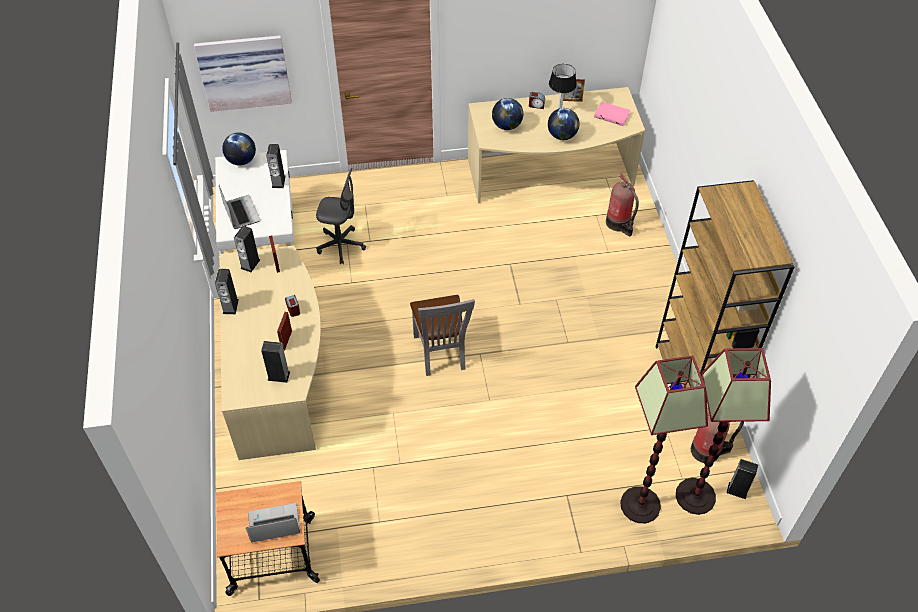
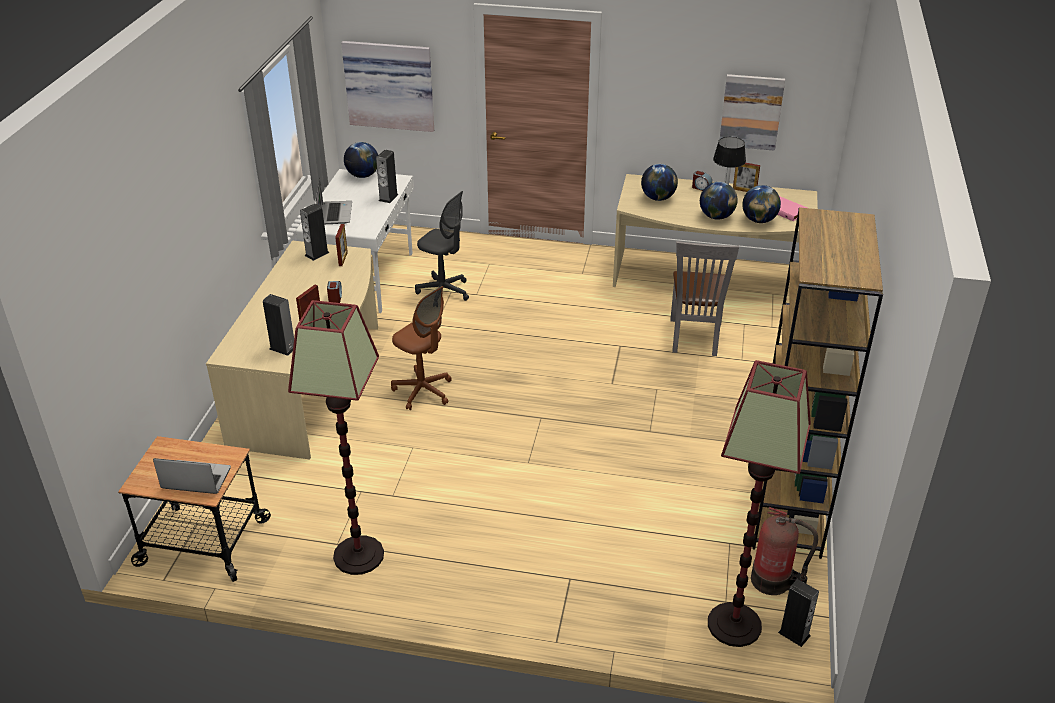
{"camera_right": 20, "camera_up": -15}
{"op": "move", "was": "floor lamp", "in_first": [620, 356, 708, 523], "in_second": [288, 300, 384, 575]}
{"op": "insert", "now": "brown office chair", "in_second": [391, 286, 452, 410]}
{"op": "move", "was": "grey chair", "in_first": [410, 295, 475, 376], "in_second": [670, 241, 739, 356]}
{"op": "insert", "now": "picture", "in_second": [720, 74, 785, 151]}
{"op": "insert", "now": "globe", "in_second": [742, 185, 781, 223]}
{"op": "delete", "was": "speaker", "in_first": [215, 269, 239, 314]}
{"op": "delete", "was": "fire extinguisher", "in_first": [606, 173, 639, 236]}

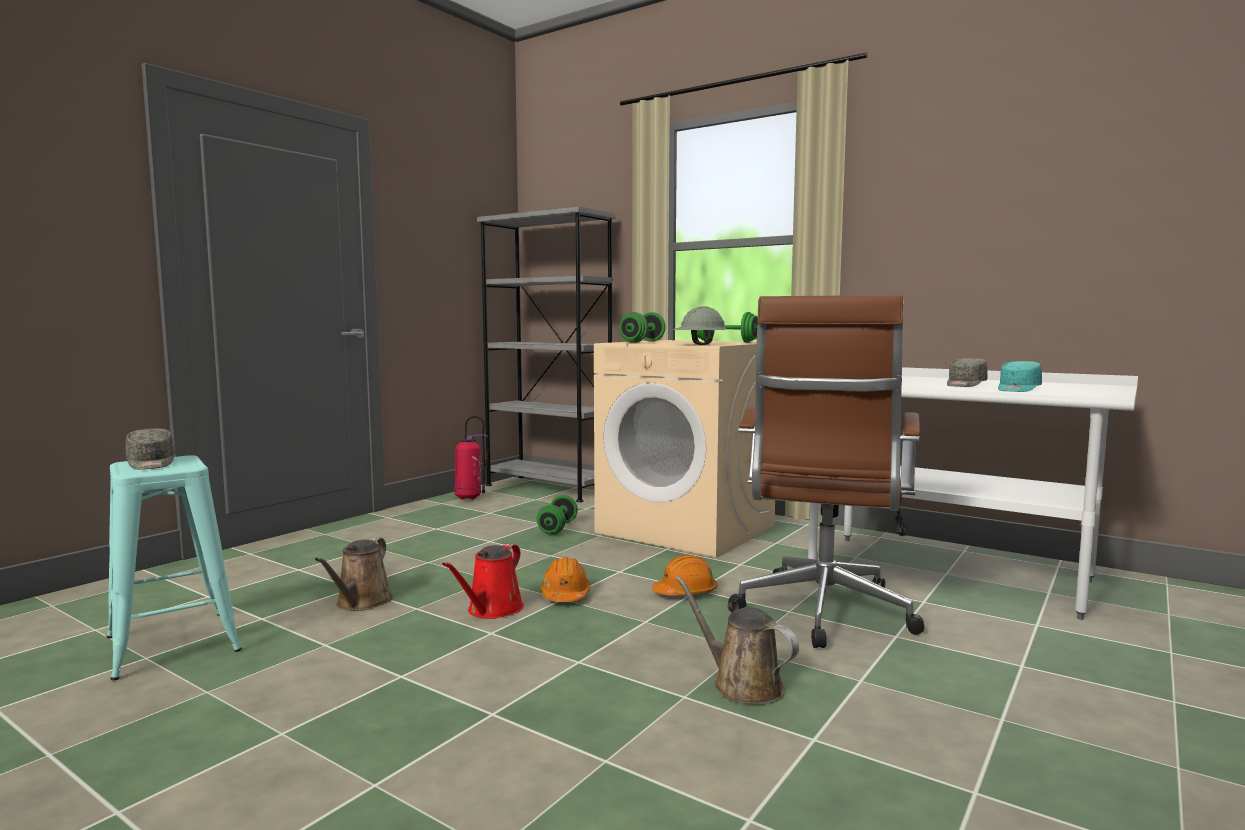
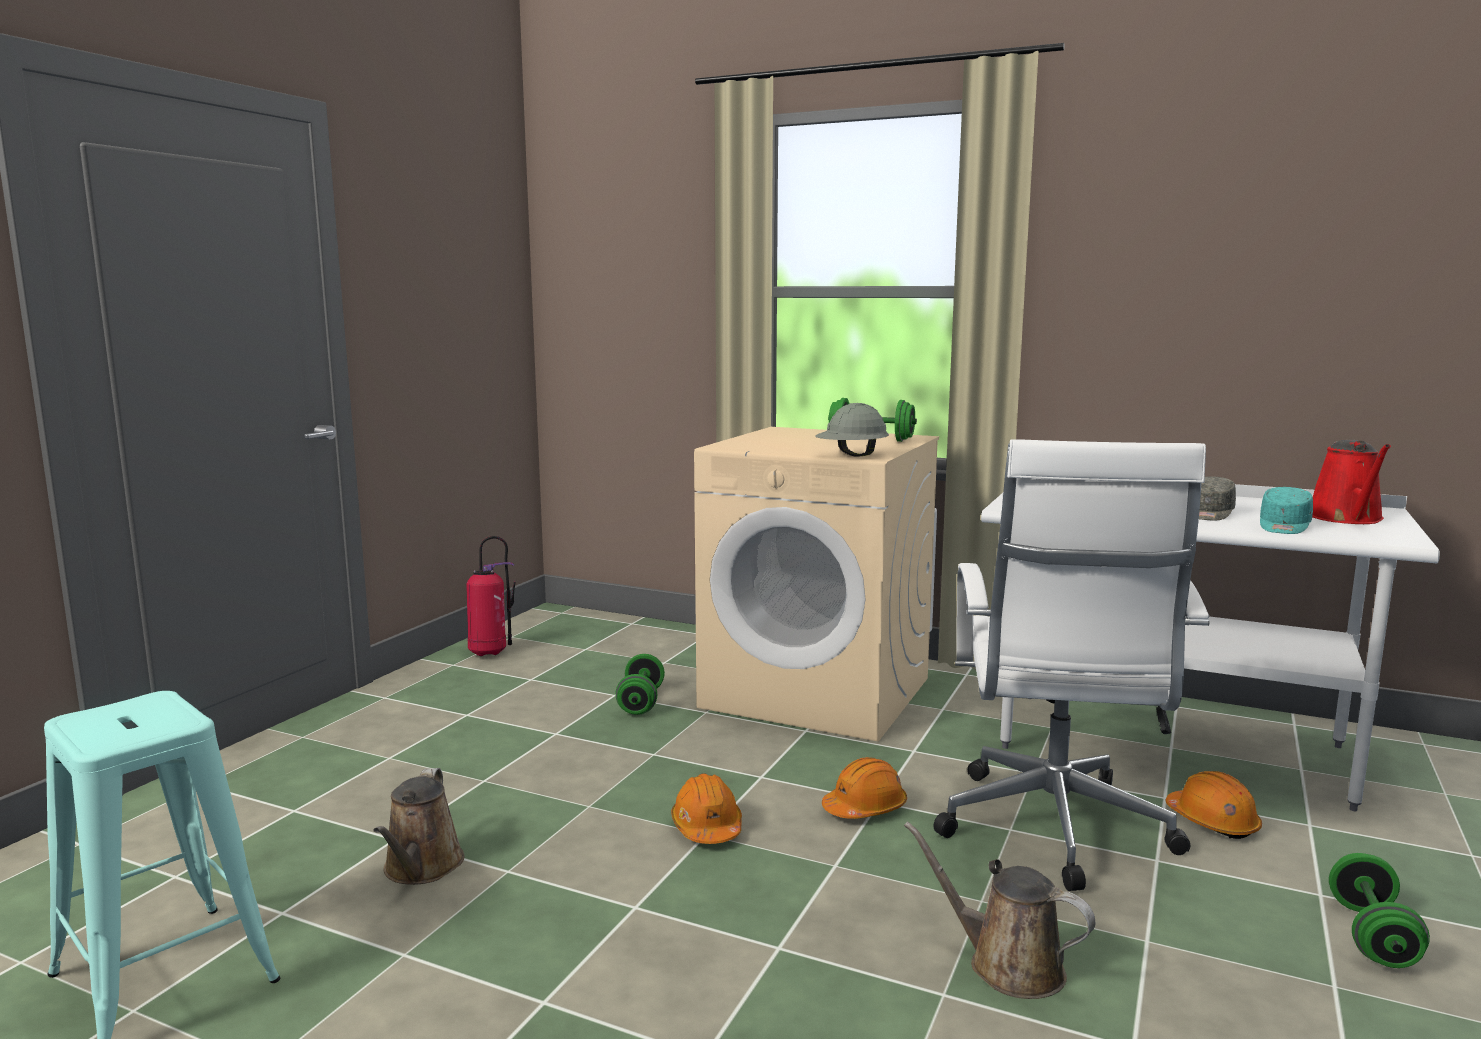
{"camera_right": -10, "camera_up": 5}
{"op": "recolor", "was": "brown office chair", "now": "white office chair", "in_first": [728, 295, 924, 648], "in_second": [934, 439, 1209, 891]}
{"op": "insert", "now": "orange hard hat", "in_second": [1165, 771, 1262, 839]}
{"op": "move", "was": "red watering can", "in_first": [442, 544, 524, 619], "in_second": [1312, 440, 1391, 524]}
{"op": "move", "was": "green dumbbell", "in_first": [619, 312, 665, 343], "in_second": [1329, 853, 1430, 968]}
{"op": "delete", "was": "grey cap", "in_first": [125, 428, 175, 470]}
{"op": "delete", "was": "grey bookcase", "in_first": [477, 206, 616, 502]}

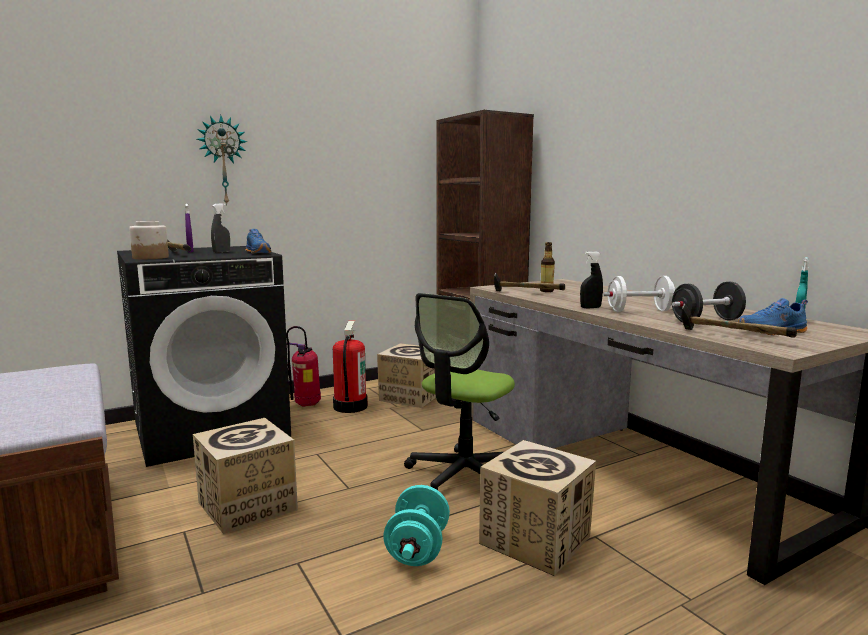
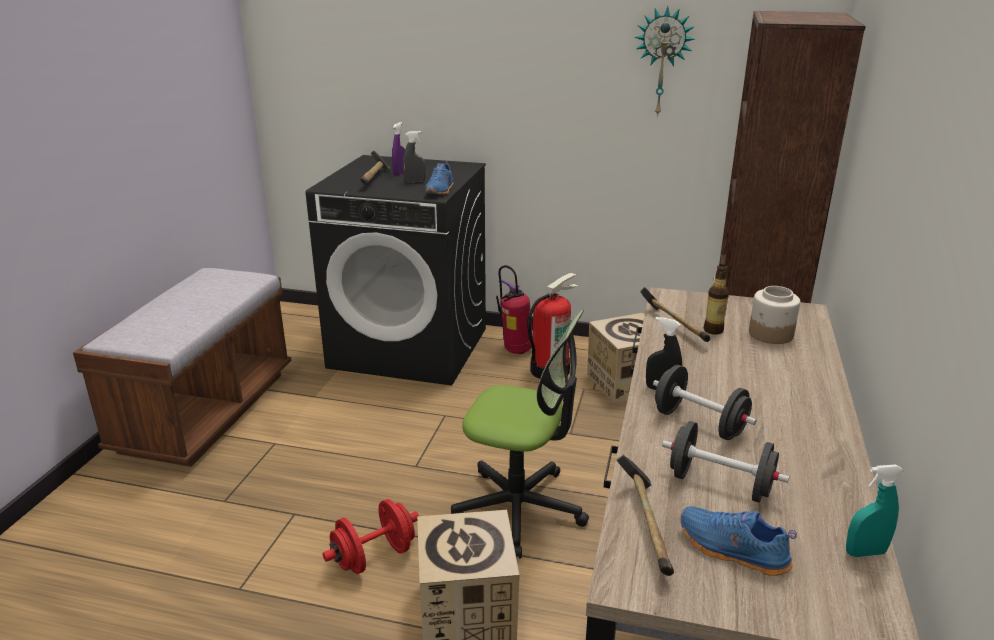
{"camera_right": 45, "camera_up": 15}
{"op": "recolor", "was": "turquoise dumbbell", "now": "red dumbbell", "in_first": [384, 485, 450, 566], "in_second": [323, 499, 419, 574]}
{"op": "rotate", "was": "office chair", "in_first": [404, 293, 515, 490], "in_second": [451, 310, 589, 558], "clockwise": -150}
{"op": "move", "was": "wall clock", "in_first": [197, 115, 247, 205], "in_second": [634, 6, 695, 117]}
{"op": "recolor", "was": "white dumbbell", "now": "black dumbbell", "in_first": [603, 276, 675, 312], "in_second": [653, 365, 757, 440]}
{"op": "move", "was": "jar", "in_first": [129, 221, 169, 259], "in_second": [749, 286, 800, 344]}
{"op": "delete", "was": "cardboard box", "in_first": [193, 418, 298, 534]}

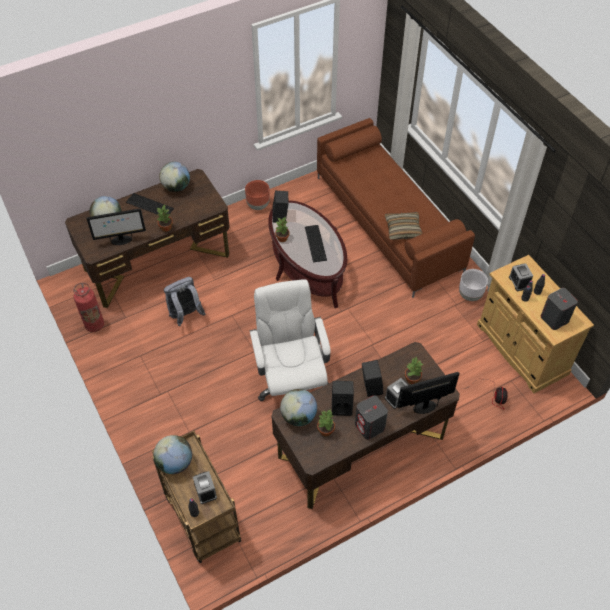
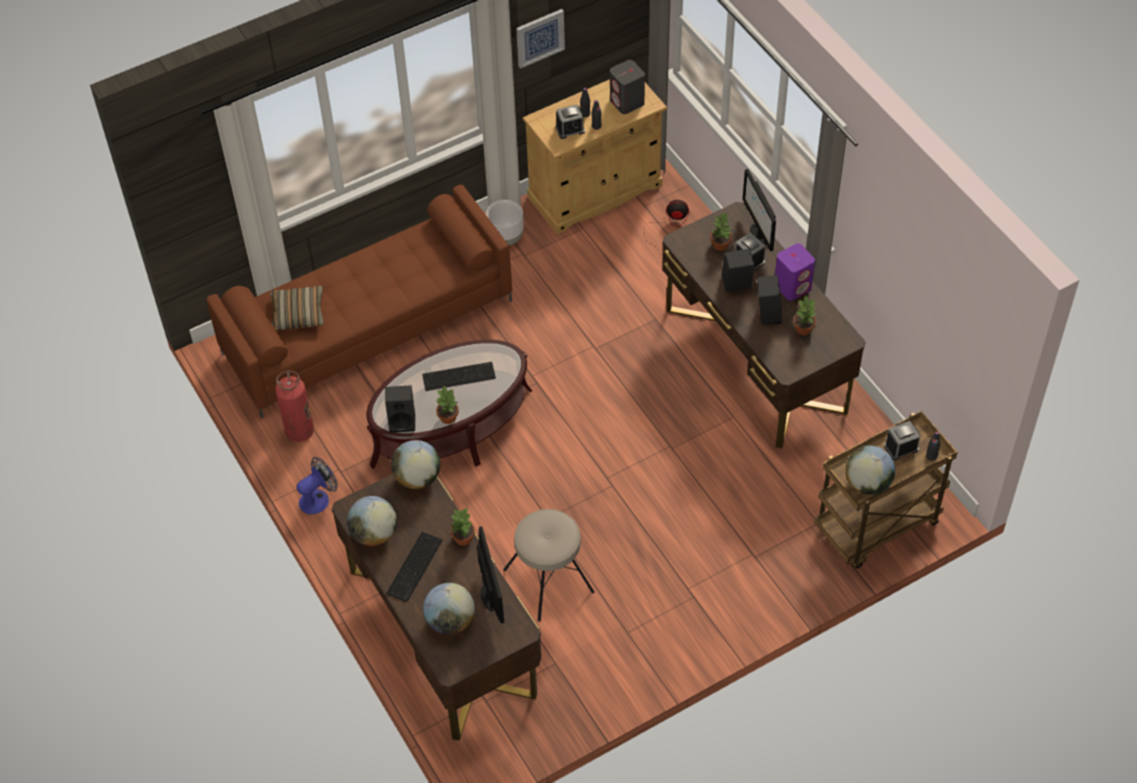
{"camera_right": -90, "camera_up": 0}
{"op": "move", "was": "pillow", "in_first": [385, 212, 423, 240], "in_second": [270, 286, 324, 330]}
{"op": "move", "was": "fire extinguisher", "in_first": [73, 283, 104, 332], "in_second": [275, 370, 314, 442]}
{"op": "replace", "was": "brown planter", "now": "fan", "in_first": [245, 180, 270, 210], "in_second": [296, 457, 338, 514]}
{"op": "move", "was": "globe", "in_first": [280, 389, 317, 426], "in_second": [391, 440, 440, 489]}
{"op": "replace", "was": "grey backpack", "now": "beige stool", "in_first": [164, 277, 206, 326], "in_second": [504, 509, 595, 622]}
{"op": "insert", "now": "picture", "in_second": [516, 9, 565, 69]}
{"op": "recolor", "was": "grey speaker", "now": "purple speaker", "in_first": [355, 395, 388, 440], "in_second": [775, 243, 815, 301]}
{"op": "delete", "was": "white office chair", "in_first": [250, 279, 331, 401]}

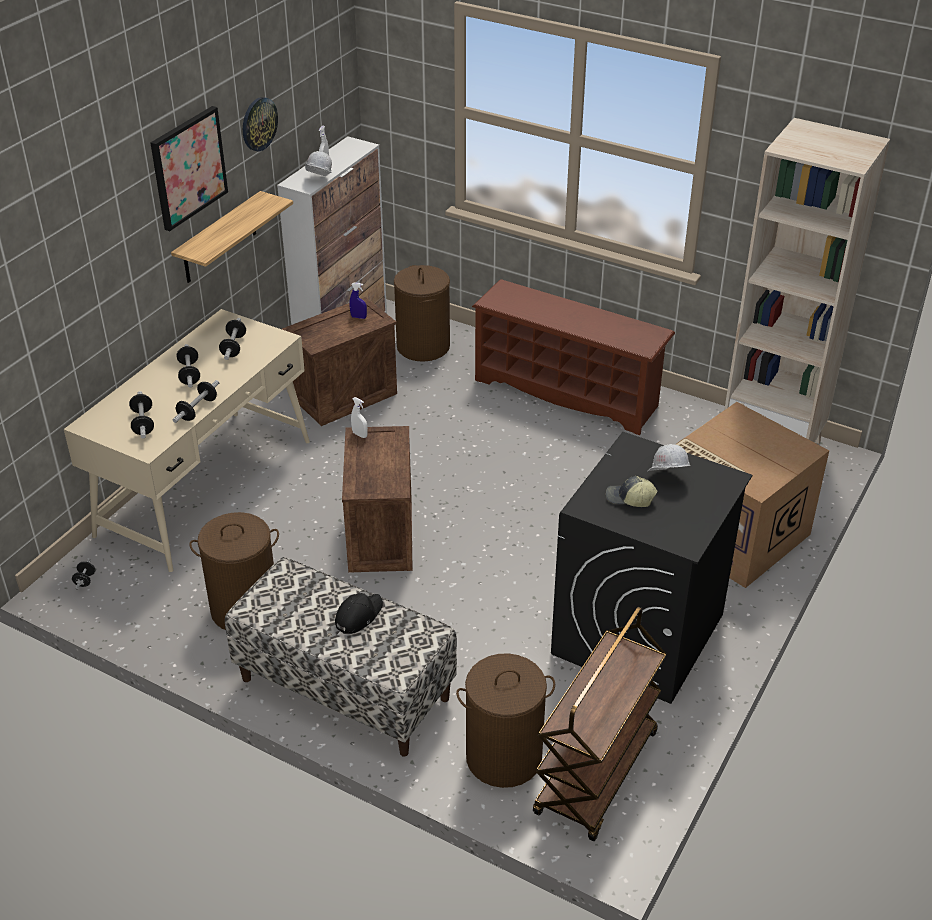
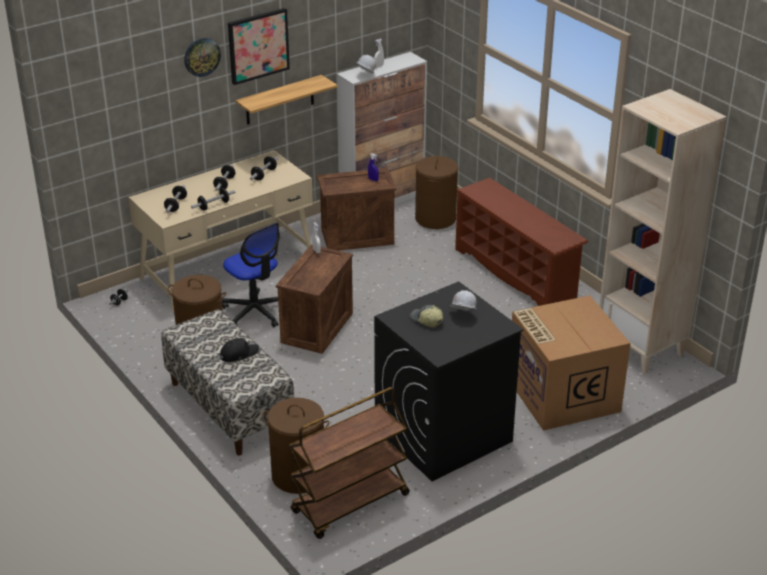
{"camera_right": 25, "camera_up": -5}
{"op": "move", "was": "wall clock", "in_first": [243, 97, 278, 151], "in_second": [184, 38, 221, 77]}
{"op": "insert", "now": "office chair", "in_second": [222, 223, 280, 327]}

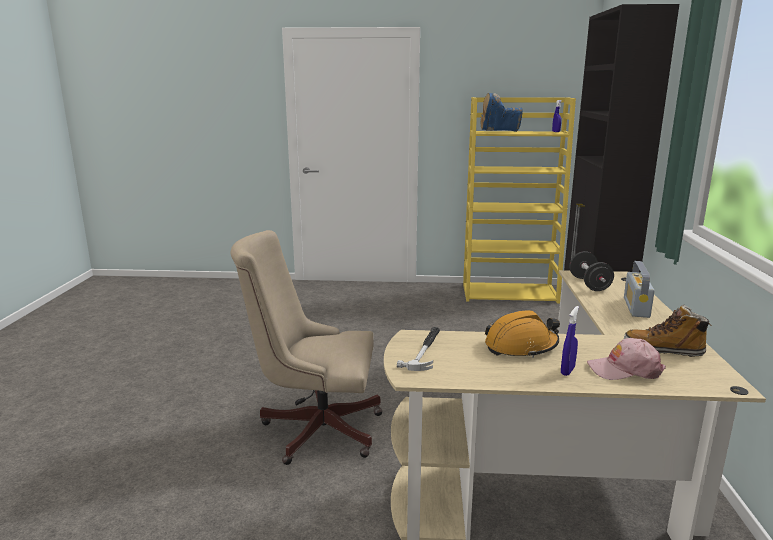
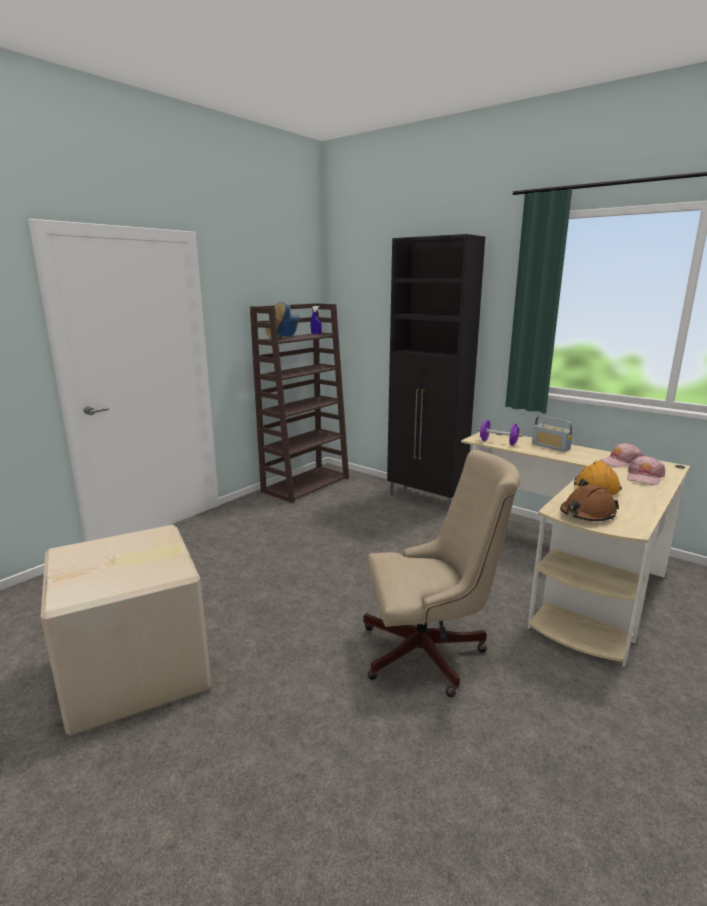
{"camera_right": -55, "camera_up": 0}
{"op": "insert", "now": "cardboard box", "in_second": [41, 525, 211, 736]}
{"op": "recolor", "was": "yellow bookcase", "now": "brown bookcase", "in_first": [463, 97, 576, 304], "in_second": [250, 303, 349, 503]}
{"op": "rotate", "was": "beige office chair", "in_first": [230, 230, 383, 465], "in_second": [363, 450, 521, 697], "clockwise": -135}
{"op": "recolor", "was": "black dumbbell", "now": "purple dumbbell", "in_first": [569, 251, 614, 291], "in_second": [477, 420, 523, 445]}
{"op": "replace", "was": "hammer", "now": "brown hard hat", "in_first": [397, 327, 440, 371], "in_second": [560, 484, 619, 521]}
{"op": "replace", "was": "boot", "now": "pink cap", "in_first": [624, 305, 712, 357], "in_second": [599, 443, 643, 468]}
{"op": "delete", "was": "blue spray bottle", "in_first": [561, 306, 579, 376]}

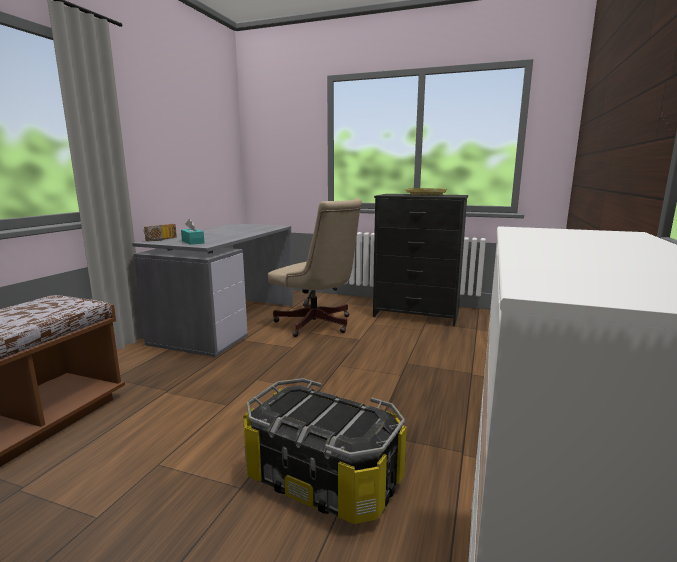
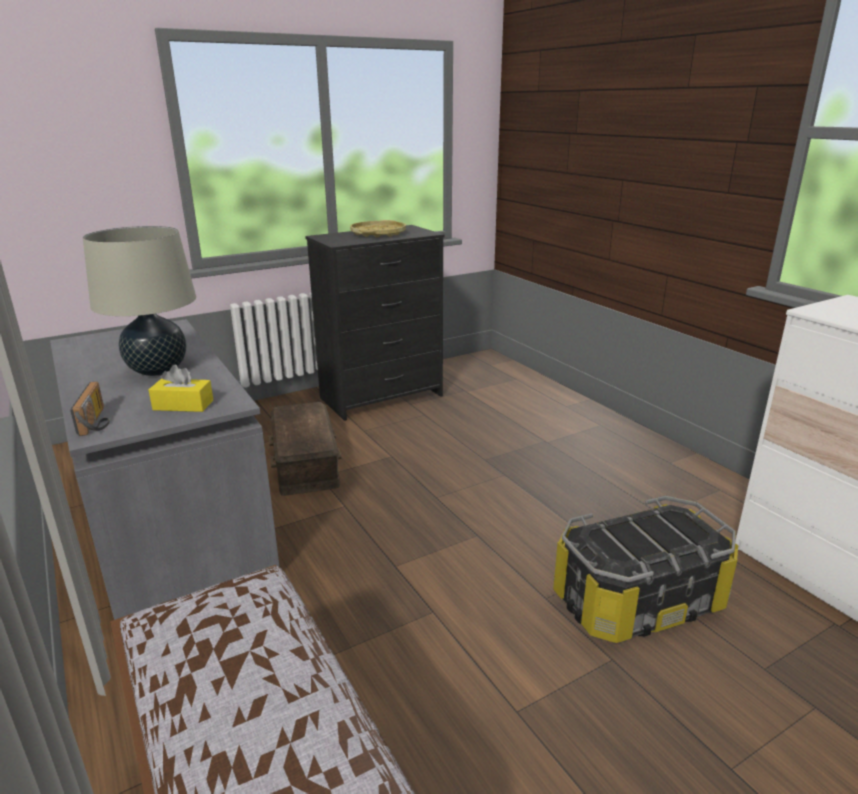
{"camera_right": -50, "camera_up": 10}
{"op": "insert", "now": "beige table lamp", "in_second": [83, 226, 196, 376]}
{"op": "recolor", "was": "turquoise tissue box", "now": "yellow tissue box", "in_first": [181, 219, 204, 245], "in_second": [149, 365, 213, 412]}
{"op": "replace", "was": "beige office chair", "now": "brown storage box", "in_first": [268, 198, 362, 337], "in_second": [269, 402, 342, 496]}

